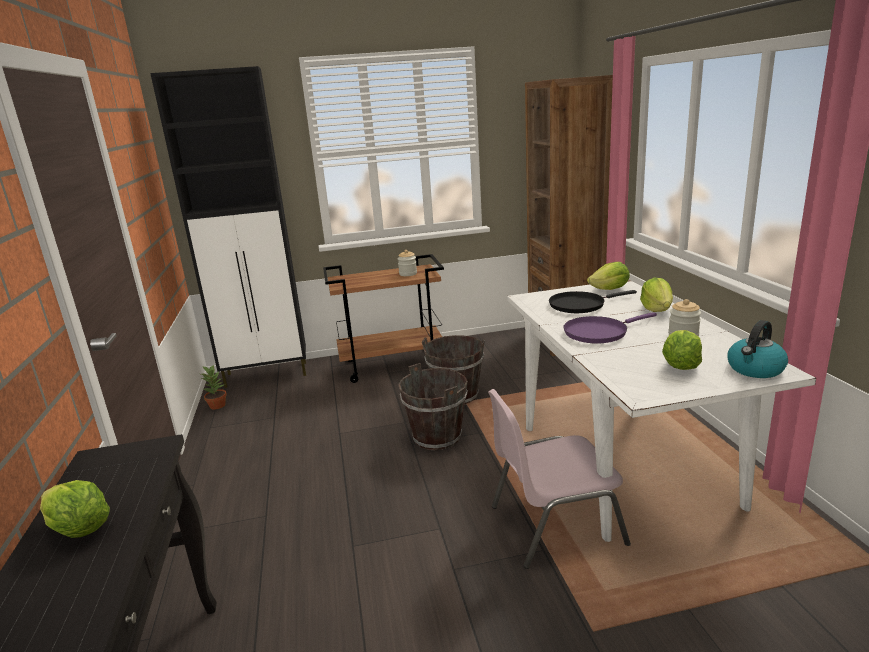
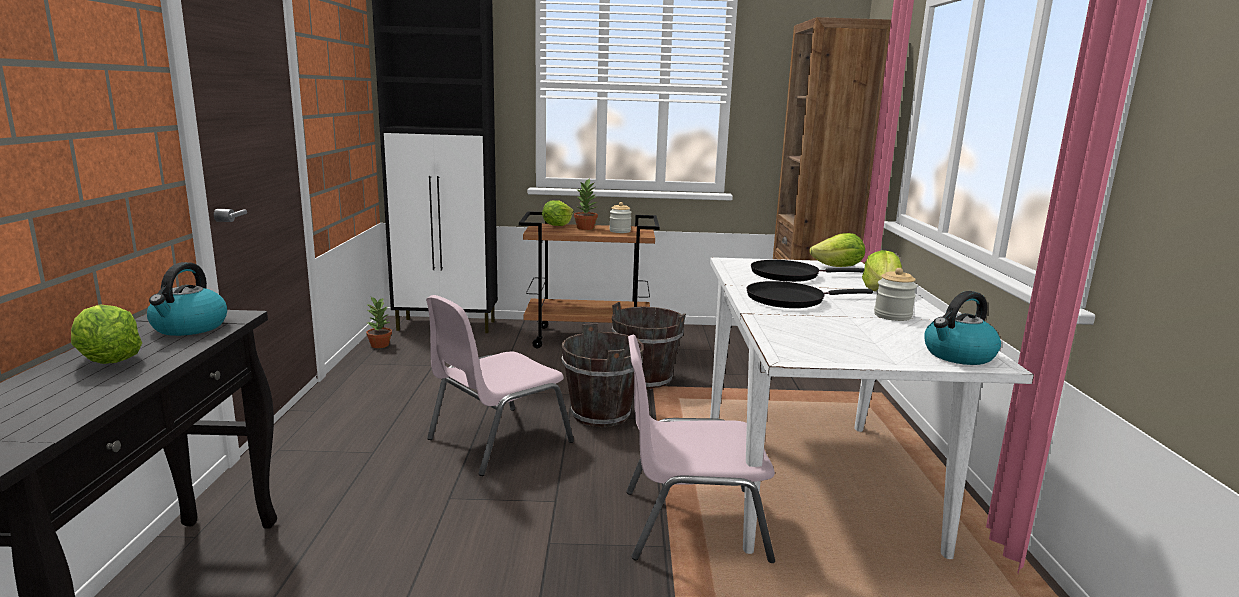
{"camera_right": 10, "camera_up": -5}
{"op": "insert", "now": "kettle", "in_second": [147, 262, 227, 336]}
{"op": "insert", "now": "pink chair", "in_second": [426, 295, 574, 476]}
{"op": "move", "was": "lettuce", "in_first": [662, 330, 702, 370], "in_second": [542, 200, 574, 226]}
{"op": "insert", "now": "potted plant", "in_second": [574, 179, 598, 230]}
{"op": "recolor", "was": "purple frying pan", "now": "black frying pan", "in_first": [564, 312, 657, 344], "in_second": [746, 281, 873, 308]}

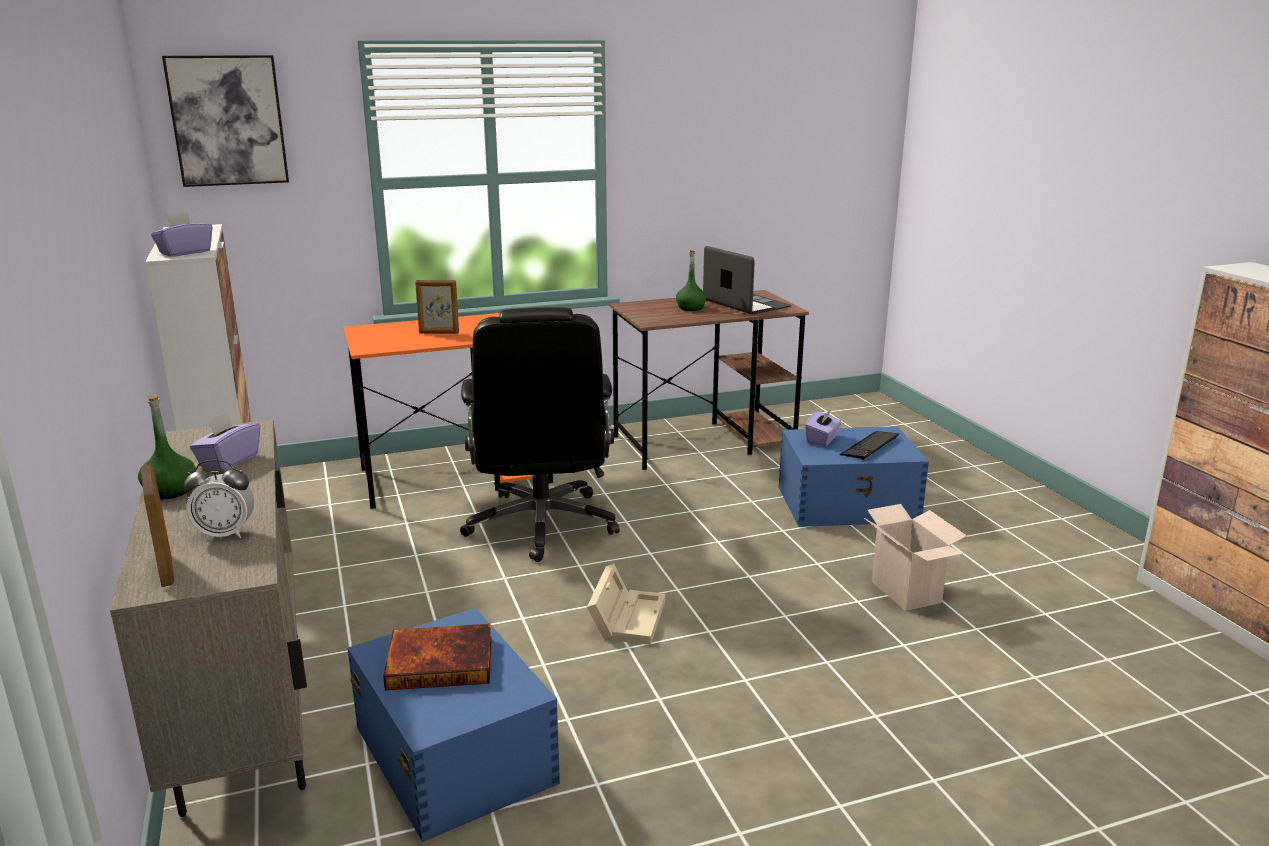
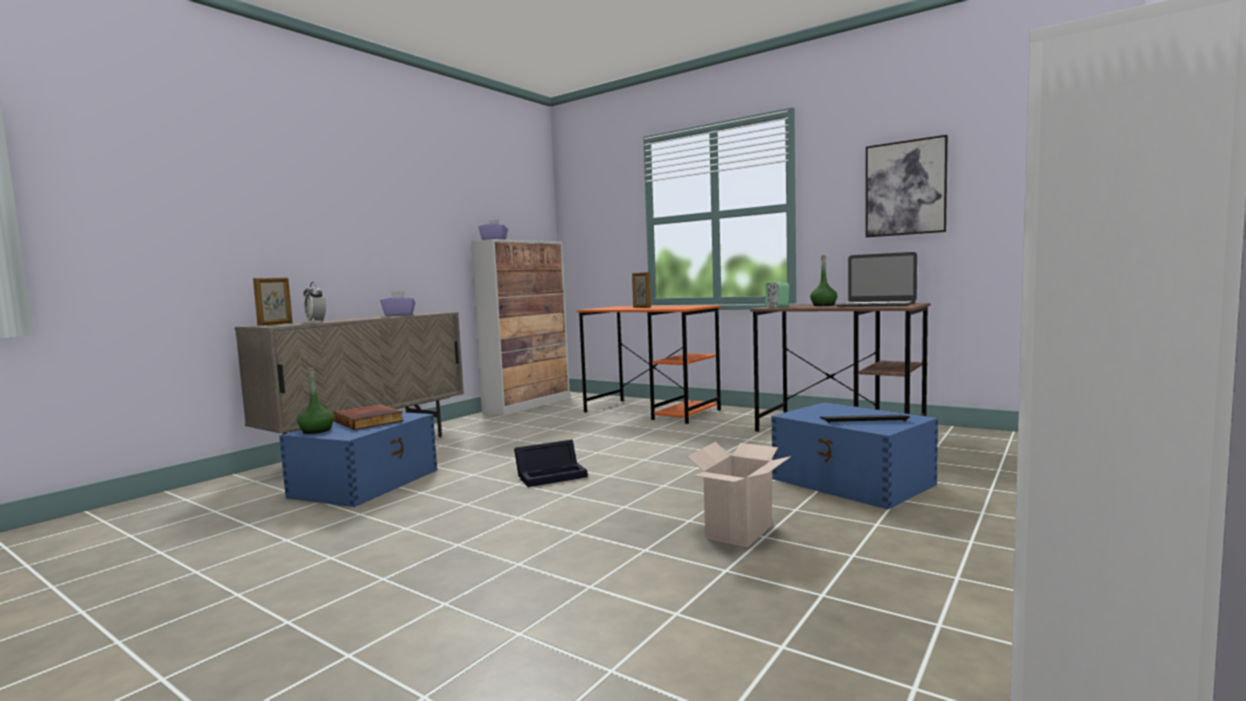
{"camera_right": 55, "camera_up": -15}
{"op": "move", "was": "green bottle", "in_first": [138, 394, 196, 499], "in_second": [297, 368, 334, 434]}
{"op": "recolor", "was": "beige storage box", "now": "black storage box", "in_first": [587, 564, 665, 645], "in_second": [514, 440, 588, 487]}
{"op": "insert", "now": "alarm clock", "in_second": [765, 282, 789, 308]}
{"op": "rotate", "was": "laptop", "in_first": [703, 246, 791, 314], "in_second": [836, 252, 917, 307], "clockwise": 105}
{"op": "move", "was": "picture", "in_first": [162, 55, 289, 187], "in_second": [866, 135, 948, 237]}
{"op": "delete", "was": "black office chair", "in_first": [460, 307, 620, 562]}
{"op": "delete", "was": "purple tissue box", "in_first": [805, 409, 842, 447]}

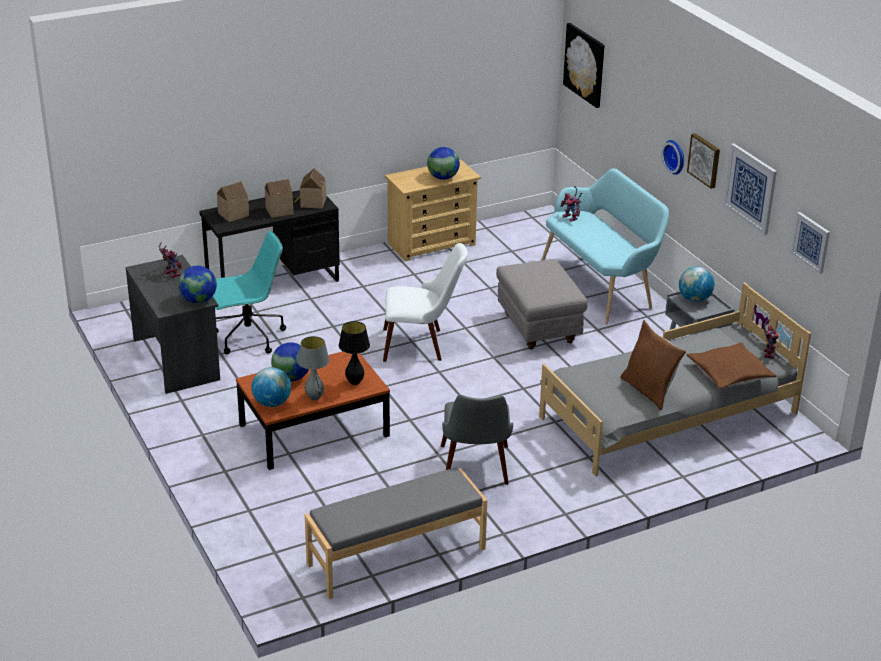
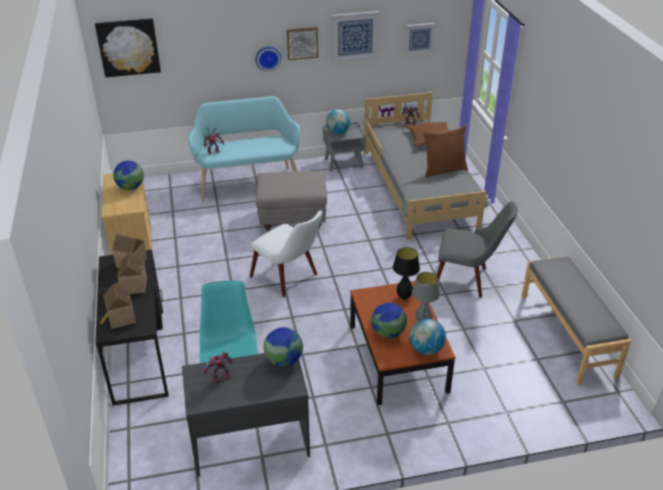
{"camera_right": -75, "camera_up": 5}
{"op": "rotate", "was": "white chair", "in_first": [383, 243, 468, 362], "in_second": [250, 210, 323, 297], "clockwise": 120}

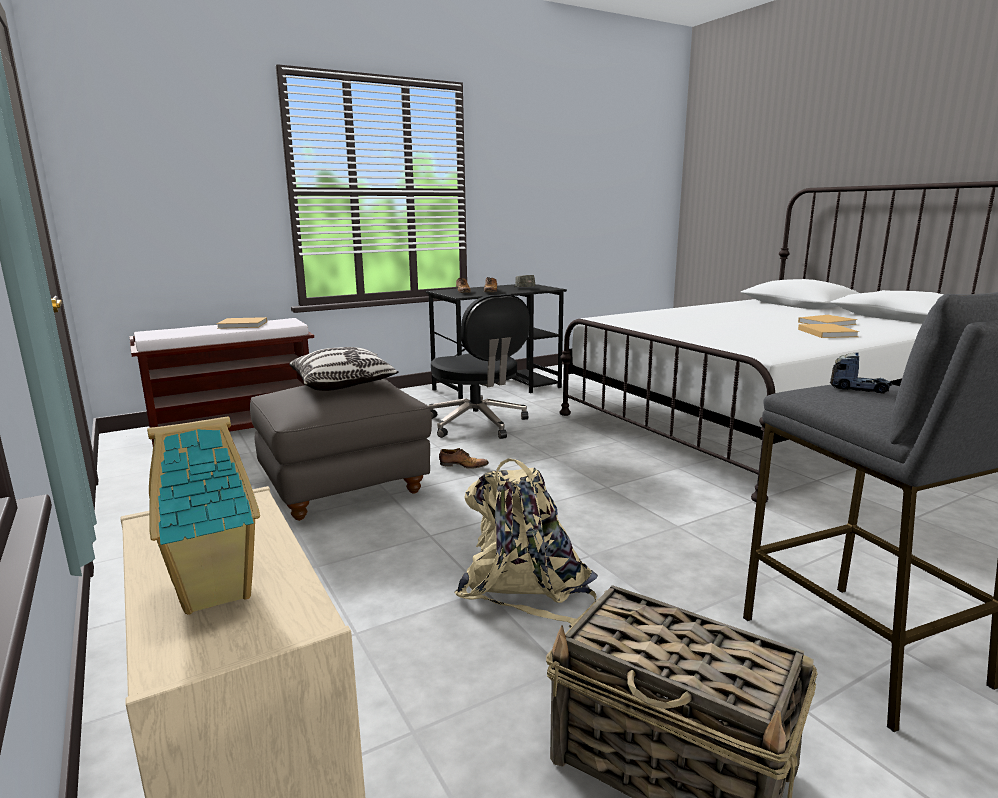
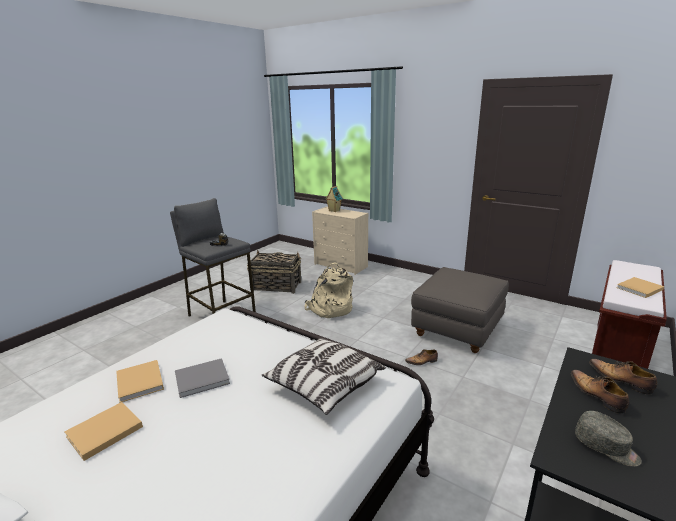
{"camera_right": 155, "camera_up": 5}
{"op": "insert", "now": "grey book", "in_second": [175, 358, 230, 398]}
{"op": "move", "was": "pillow", "in_first": [289, 347, 399, 391], "in_second": [262, 338, 386, 415]}
{"op": "delete", "was": "black office chair", "in_first": [428, 294, 530, 439]}

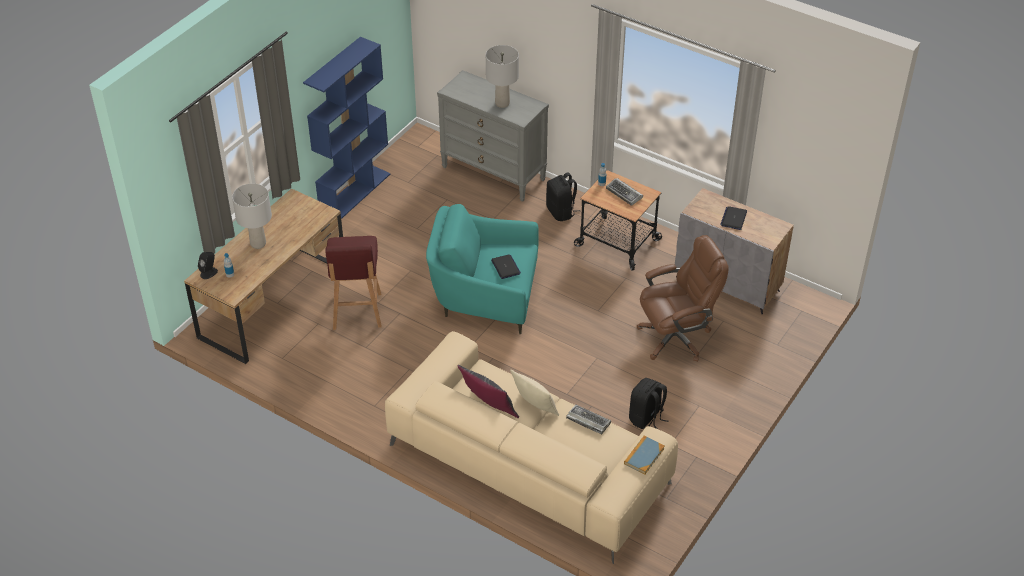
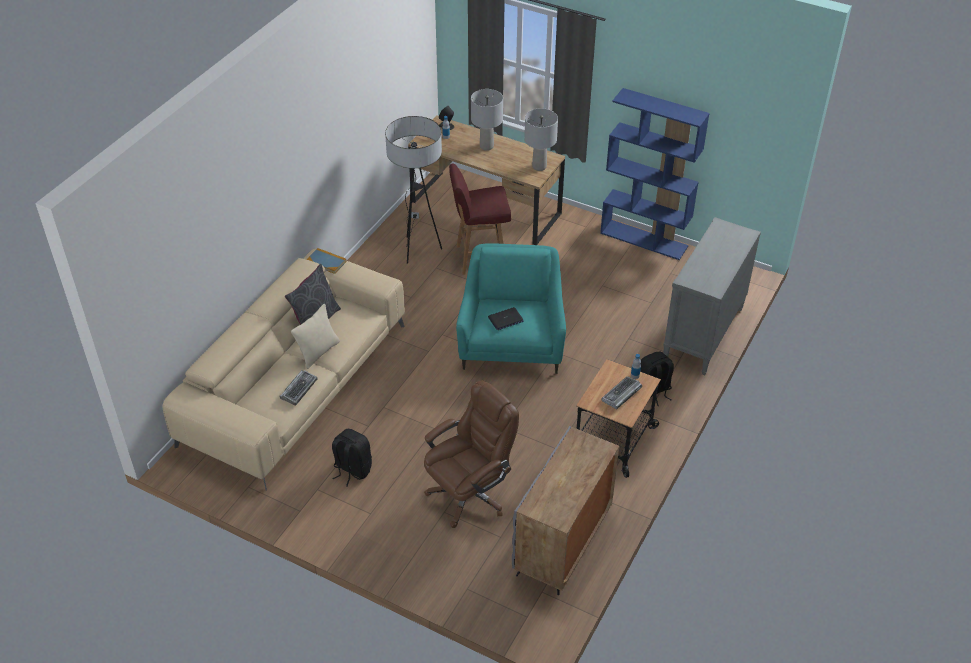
{"camera_right": 85, "camera_up": 0}
{"op": "move", "was": "book", "in_first": [624, 436, 665, 474], "in_second": [306, 248, 347, 274]}
{"op": "insert", "now": "floor lamp", "in_second": [385, 116, 442, 264]}
{"op": "rotate", "was": "brown office chair", "in_first": [637, 235, 729, 362], "in_second": [424, 380, 519, 528], "clockwise": -105}
{"op": "move", "was": "grey table lamp", "in_first": [486, 45, 519, 108], "in_second": [524, 108, 558, 171]}
{"op": "delete", "was": "laptop", "in_first": [720, 206, 747, 230]}

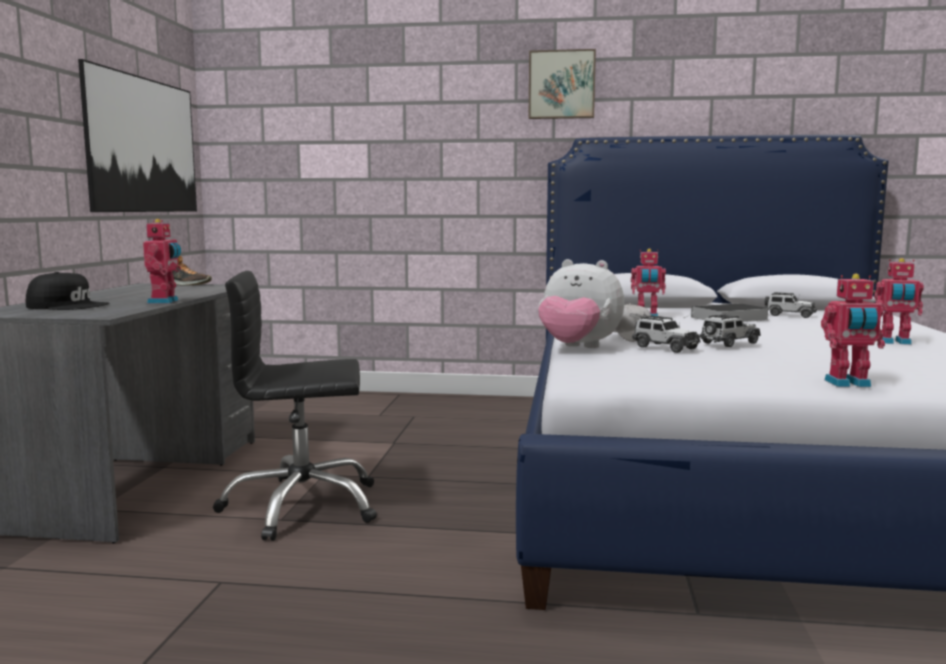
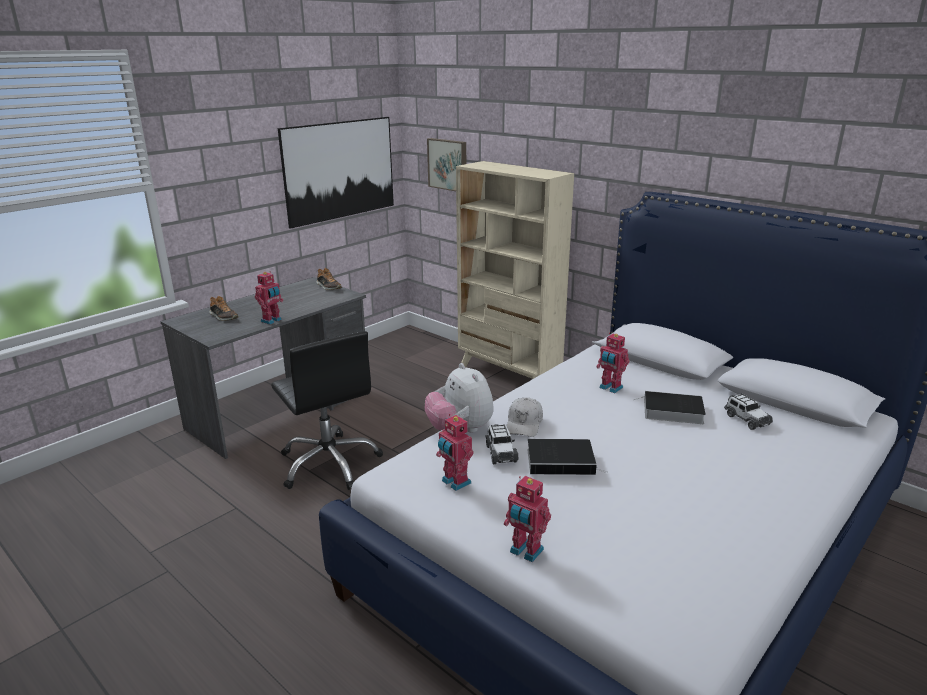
{"camera_right": 35, "camera_up": 15}
{"op": "replace", "was": "black cap", "now": "shoe", "in_first": [26, 272, 110, 310], "in_second": [209, 296, 239, 321]}
{"op": "rotate", "was": "black office chair", "in_first": [213, 271, 377, 541], "in_second": [271, 331, 383, 490], "clockwise": -150}
{"op": "move", "was": "picture", "in_first": [528, 49, 596, 119], "in_second": [427, 138, 466, 191]}
{"op": "move", "was": "toy robot", "in_first": [874, 258, 924, 345], "in_second": [436, 414, 474, 491]}
{"op": "insert", "now": "beige bookcase", "in_second": [456, 161, 574, 379]}
{"op": "replace", "was": "toy car", "now": "book", "in_first": [699, 314, 761, 347], "in_second": [527, 439, 608, 475]}

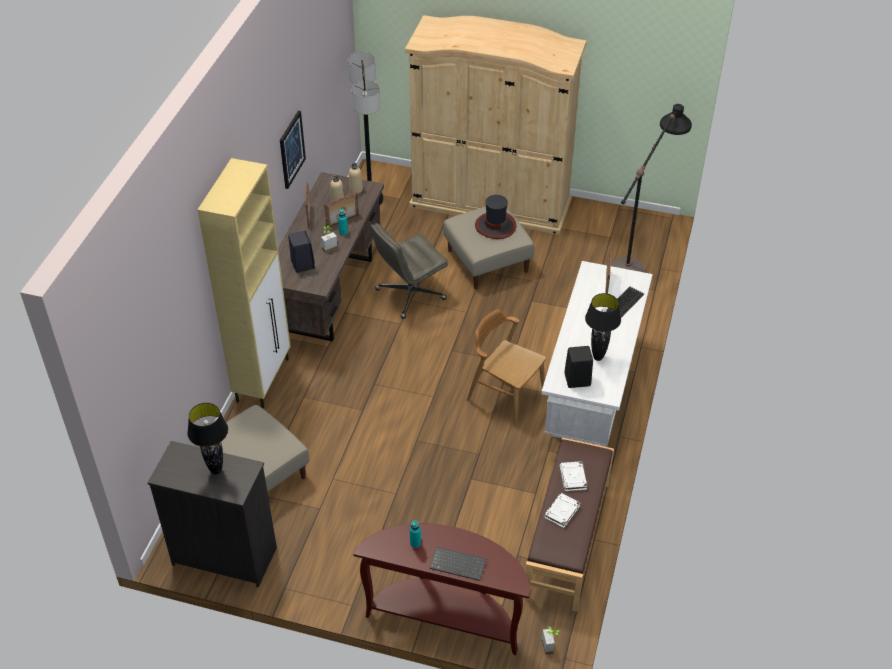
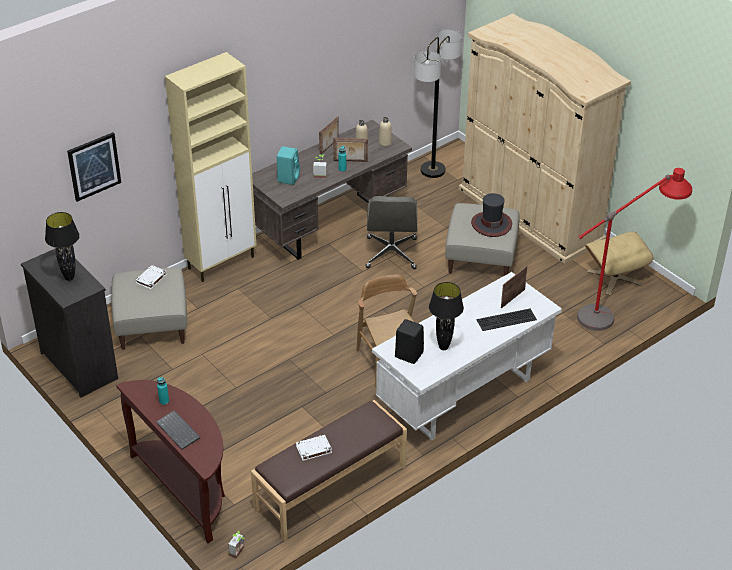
{"camera_right": 35, "camera_up": -5}
{"op": "move", "was": "picture", "in_first": [280, 111, 306, 189], "in_second": [67, 132, 121, 202]}
{"op": "move", "was": "white book", "in_first": [559, 461, 587, 491], "in_second": [135, 265, 167, 289]}
{"op": "recolor", "was": "black speaker", "now": "turquoise speaker", "in_first": [288, 231, 315, 273], "in_second": [277, 146, 300, 185]}
{"op": "rotate", "was": "grey office chair", "in_first": [370, 223, 448, 319], "in_second": [365, 196, 417, 269], "clockwise": -90}
{"op": "recolor", "was": "black floor lamp", "now": "red floor lamp", "in_first": [611, 104, 692, 273], "in_second": [577, 168, 692, 331]}
{"op": "insert", "now": "beige ottoman", "in_second": [585, 232, 653, 296]}

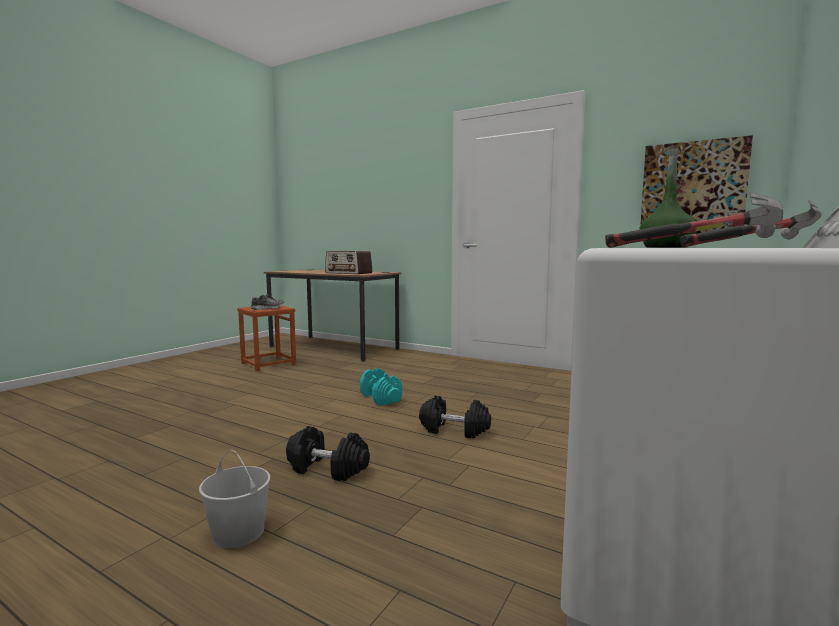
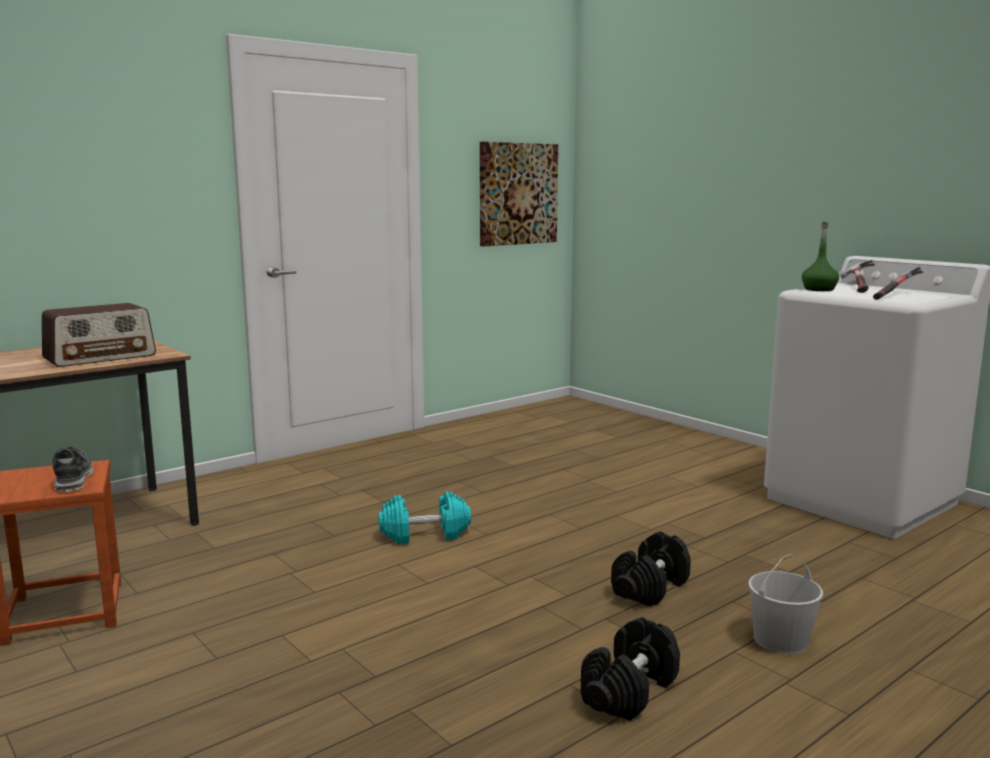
{"camera_right": -70, "camera_up": 5}
{"op": "move", "was": "black dumbbell", "in_first": [419, 396, 491, 439], "in_second": [581, 617, 680, 721]}

